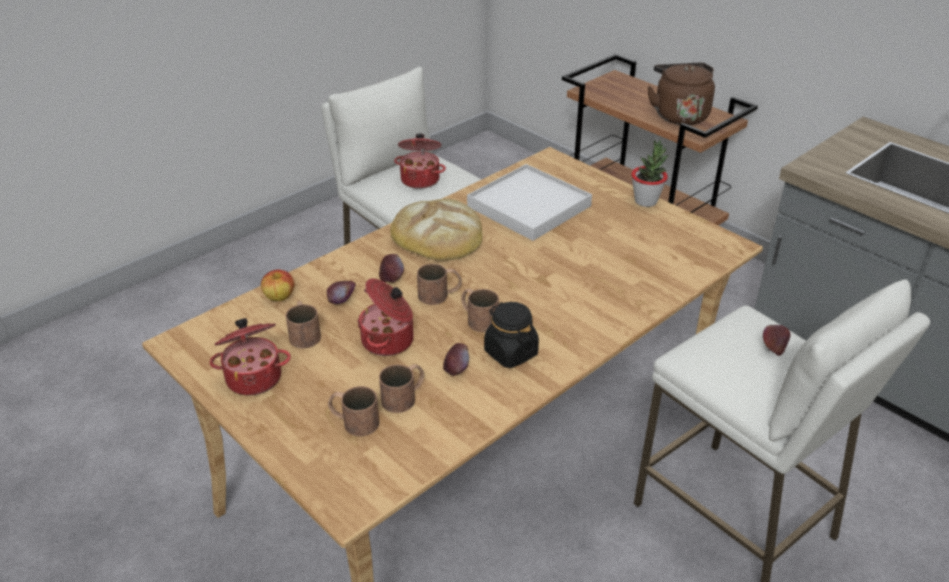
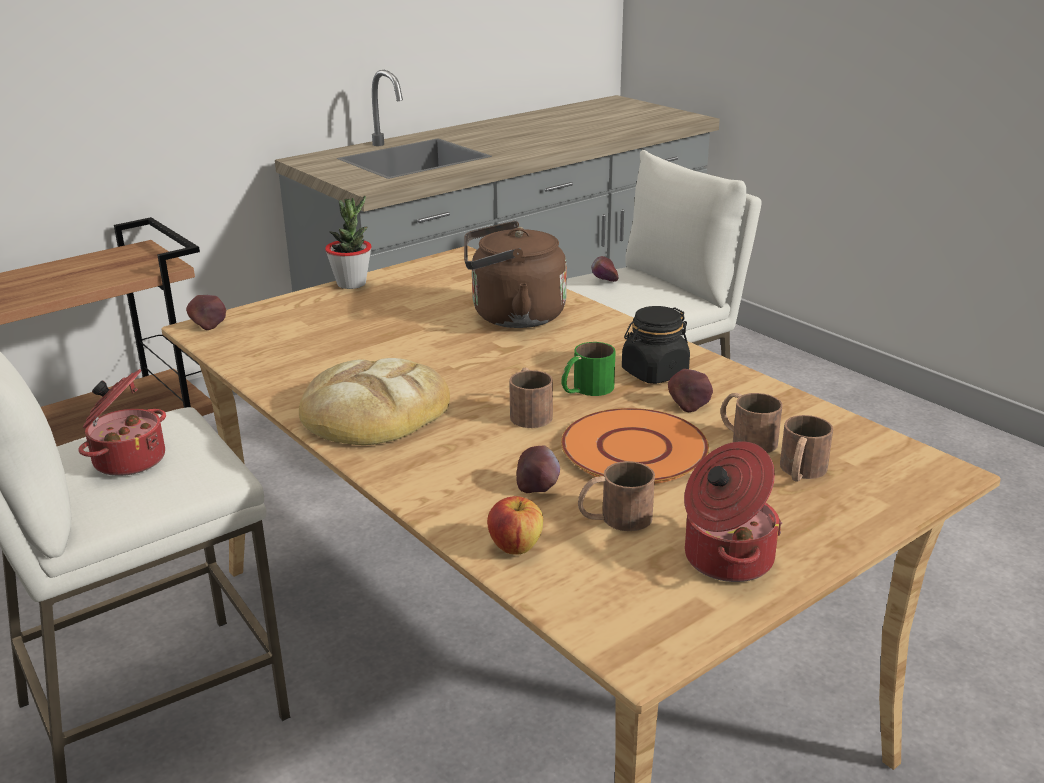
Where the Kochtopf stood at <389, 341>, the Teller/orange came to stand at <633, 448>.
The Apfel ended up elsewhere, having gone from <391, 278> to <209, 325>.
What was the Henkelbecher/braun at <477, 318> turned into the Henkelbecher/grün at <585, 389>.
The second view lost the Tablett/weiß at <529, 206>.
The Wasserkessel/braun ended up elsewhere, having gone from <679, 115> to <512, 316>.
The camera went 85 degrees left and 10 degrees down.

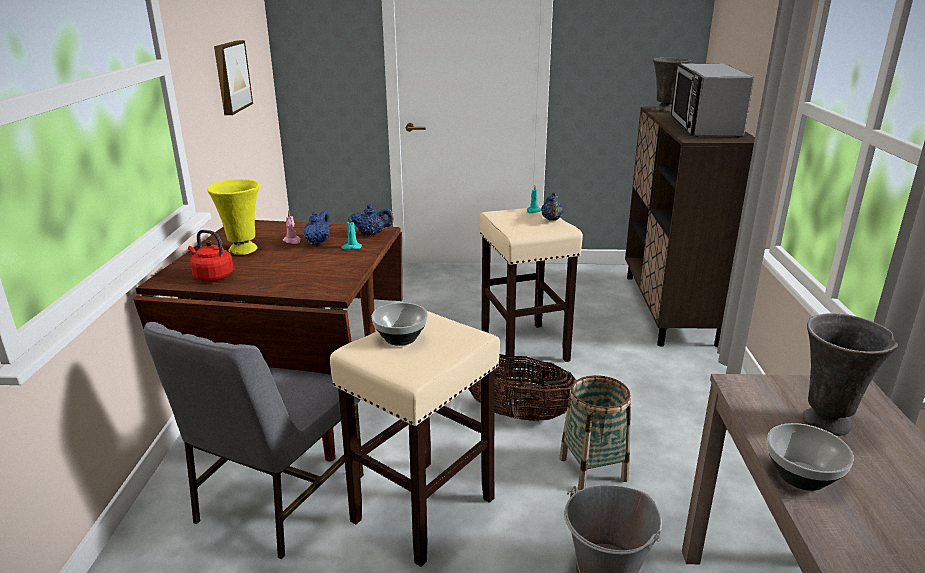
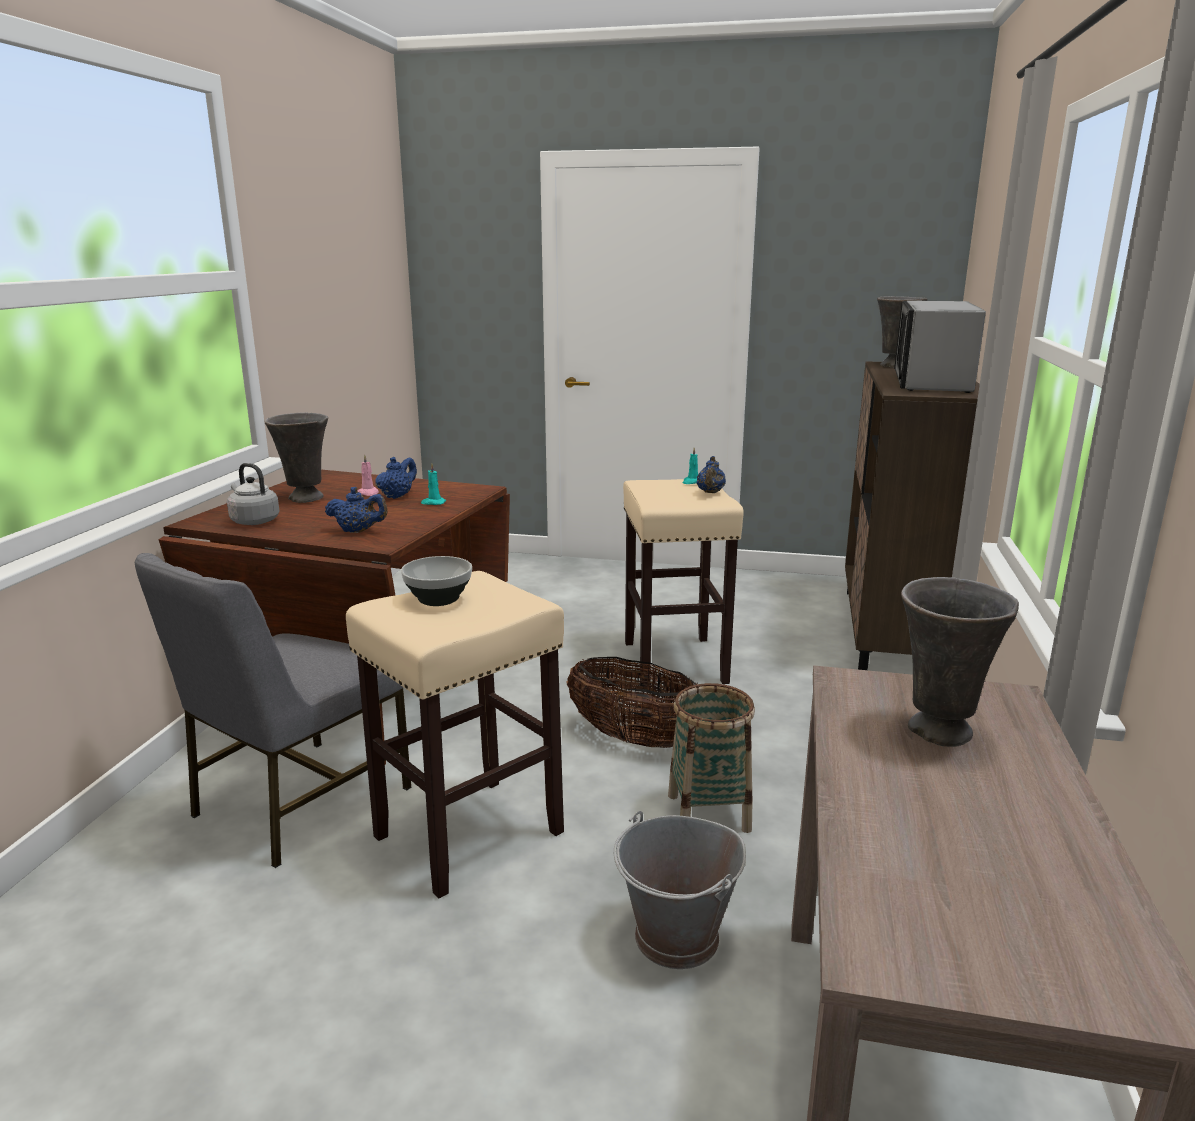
What was the Wasserkessel/rot at <212, 276> turned into the Wasserkessel/grau at <253, 521>.
What was the Vase/gelb at <243, 250> turned into the Vase/grau at <305, 499>.
The second view lost the Bild at <230, 76>.
The Teekanne/blau ended up elsewhere, having gone from <372, 234> to <358, 531>.
The second view lost the Schüssel at <800, 476>.
The camera went 10 degrees right and 5 degrees down.

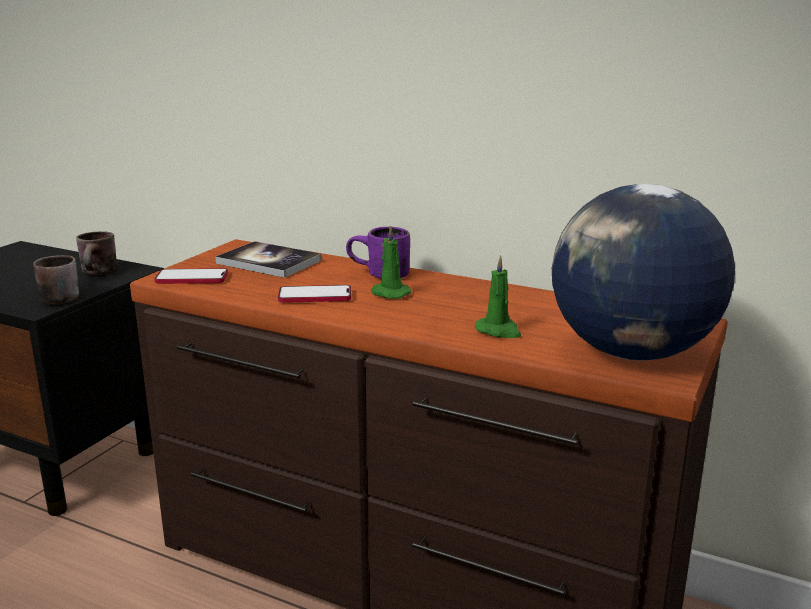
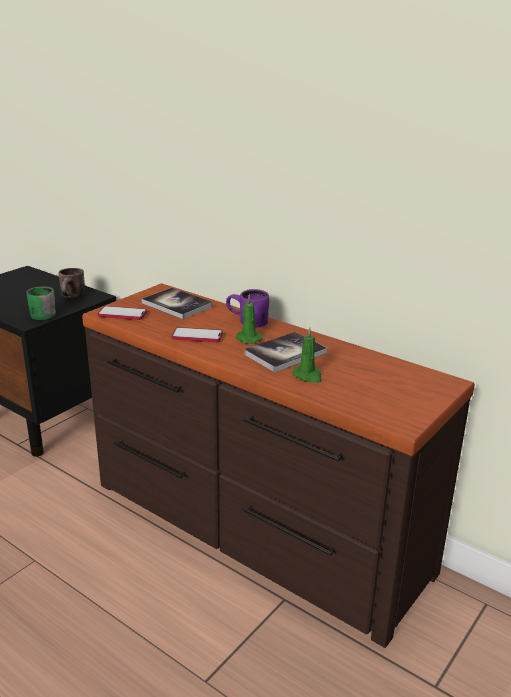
What was the Henkelbecher/braun at <58, 296> turned into the Henkelbecher/grün at <42, 313>.
The second view lost the Globus at <631, 353>.
The second view gained the Buch at <285, 353>.
The camera went 10 degrees right and 5 degrees up.

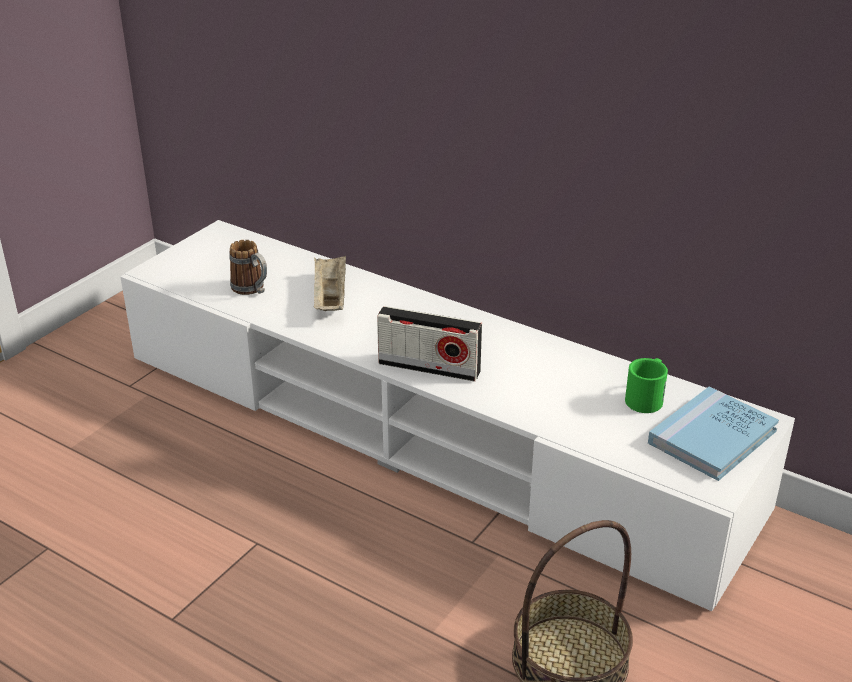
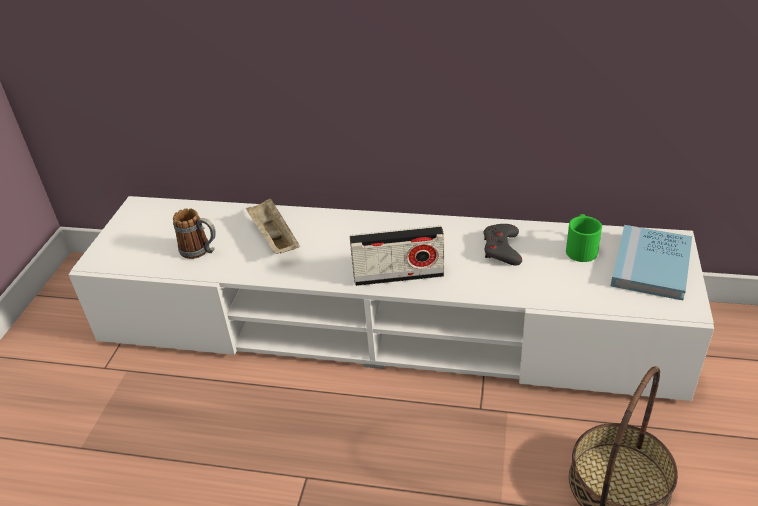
The second view gained the Gamepad/grau at <502, 249>.
The camera went 20 degrees left and 5 degrees up.

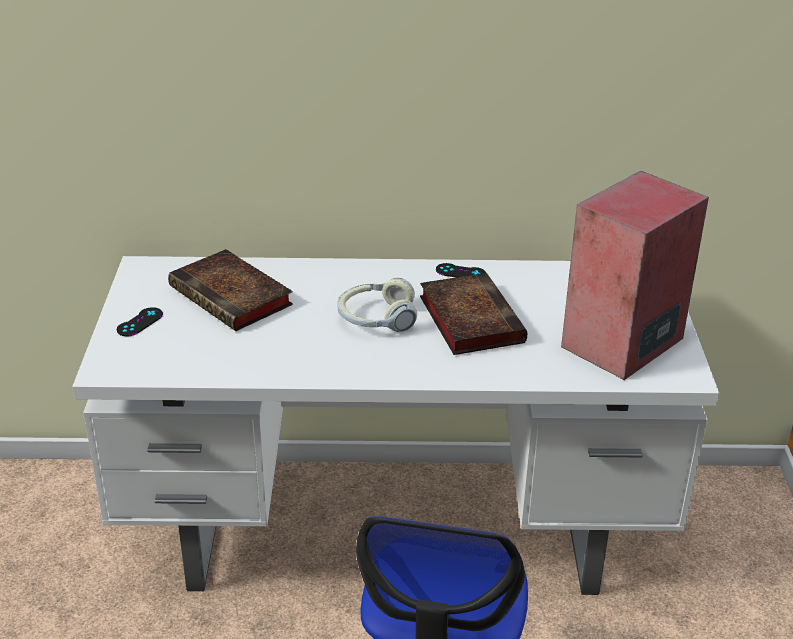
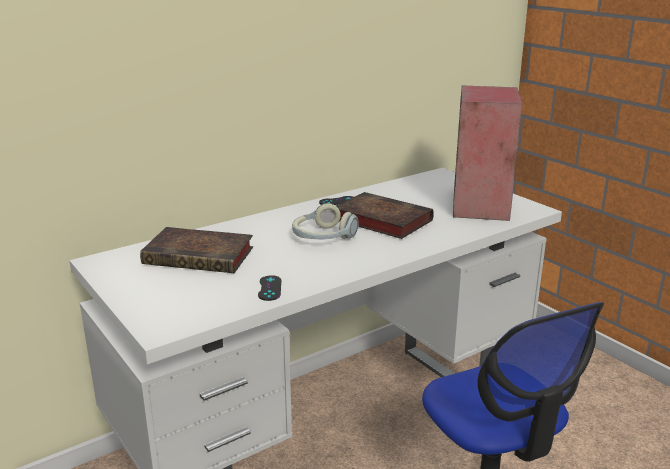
The Gamepad/schwarz ended up elsewhere, having gone from <140, 322> to <270, 288>.
The camera went 35 degrees left and 10 degrees down.

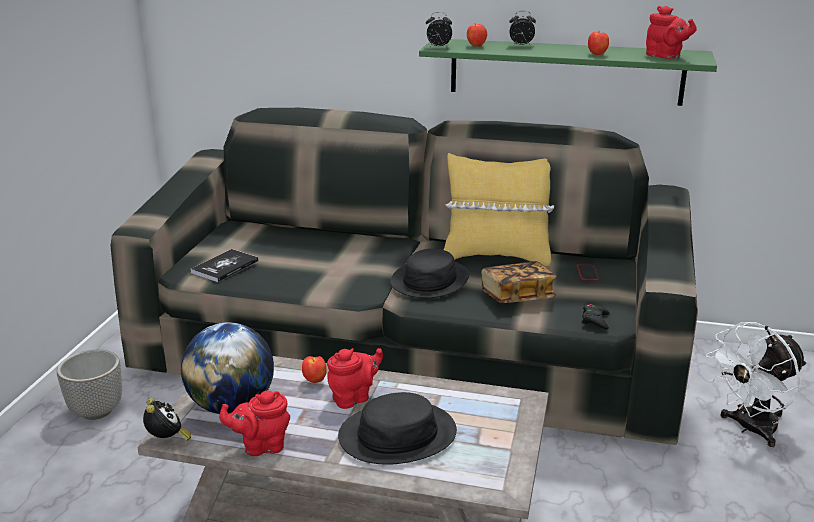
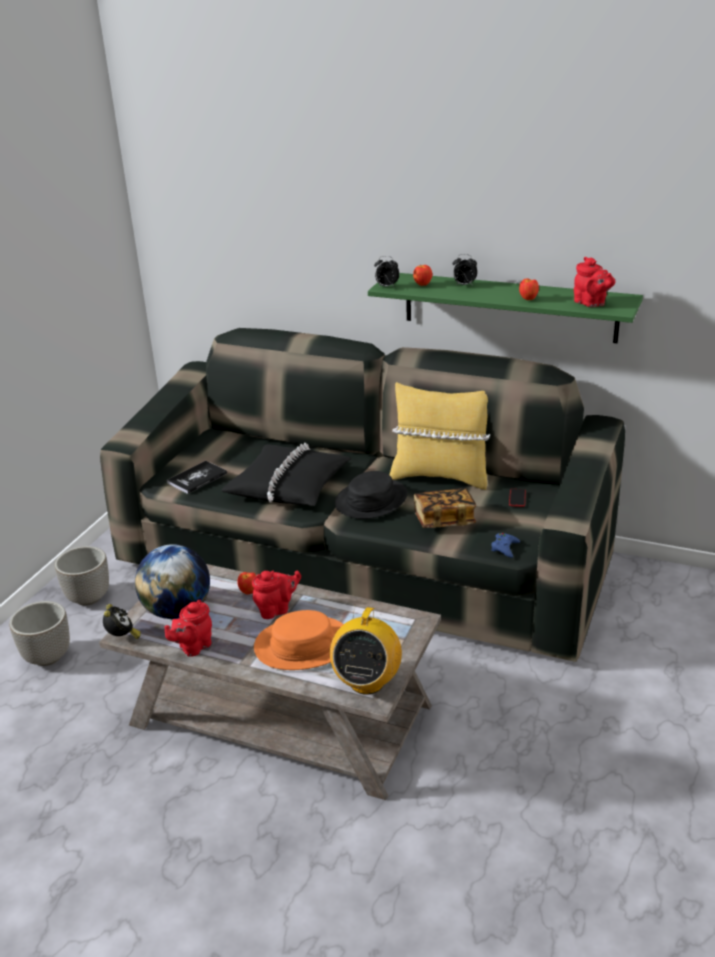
The Teekanne/rot at <261, 446> ended up facing another way, 45 degrees counterclockwise from before.
What was the Hut/schwarz at <397, 434> turned into the Hut/orange at <303, 644>.
What was the Gamepad/schwarz at <595, 320> turned into the Gamepad/blau at <505, 548>.
The second view lost the Ventilator/weiß at <749, 429>.
The second view gained the Pflanzkübel at <48, 657>.
The second view gained the Kissen/schwarz at <289, 485>.
The second view gained the Radio at <367, 682>.
The camera went 10 degrees right and 5 degrees up.

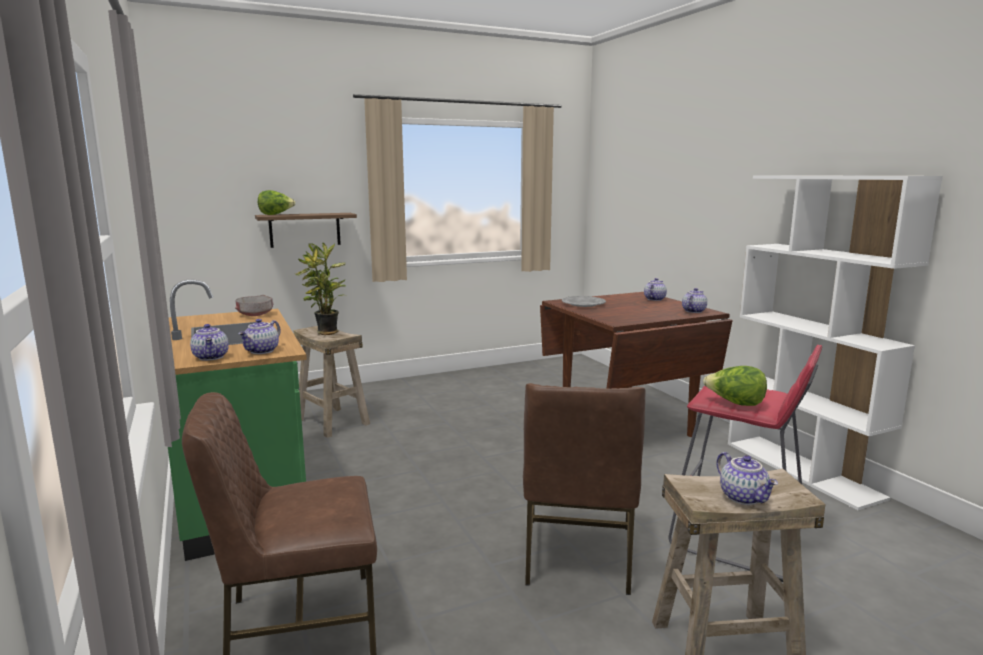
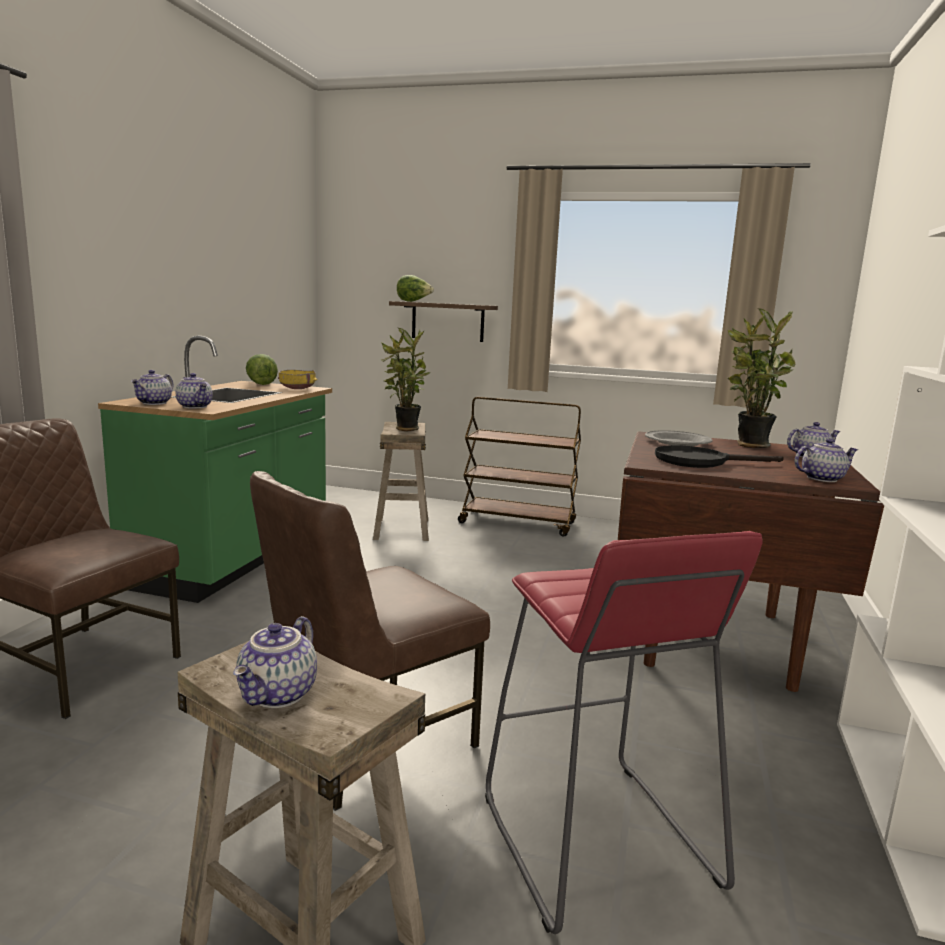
What was the Schüssel/grau at <255, 315> turned into the Schüssel/gelb at <297, 388>.
The Teekanne at <262, 351> ended up facing another way, 105 degrees counterclockwise from before.
The Salatkopf ended up elsewhere, having gone from <735, 403> to <261, 384>.
The second view gained the Rollwagen/braun at <518, 523>.
The second view gained the Pfanne/schwarz at <700, 461>.
The second view gained the Topfpflanze at <748, 445>.
The camera went 40 degrees right and 0 degrees up.

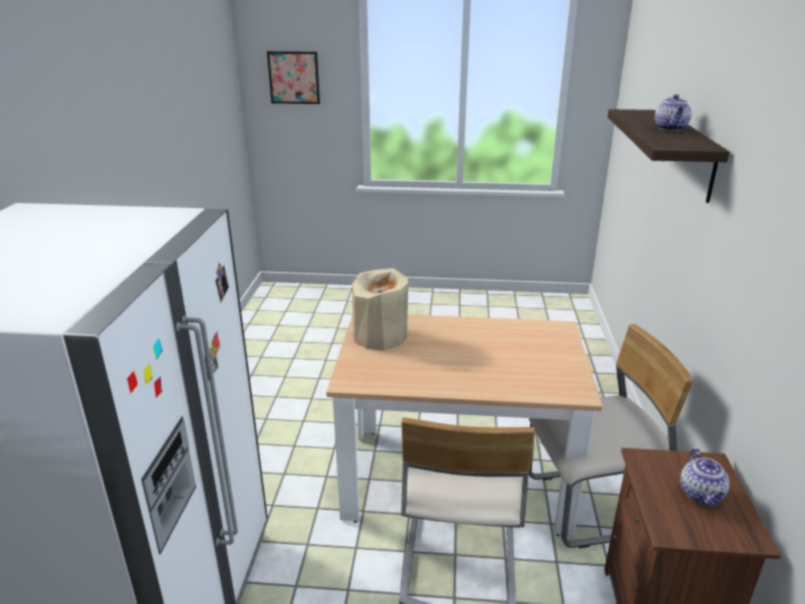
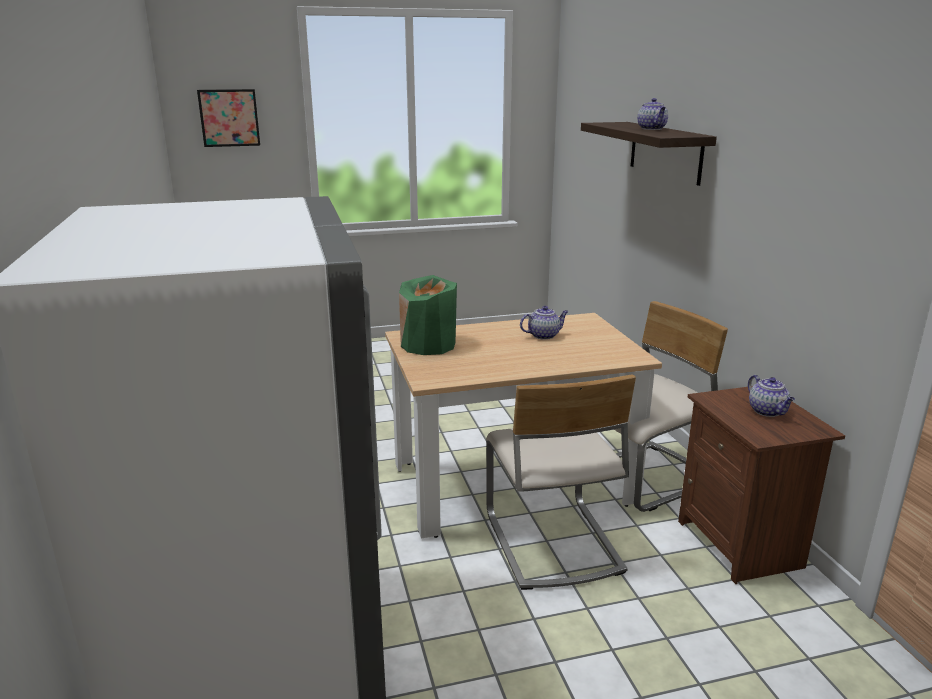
What was the Vase/beige at <380, 335> turned into the Vase/grün at <428, 344>.
The second view gained the Teekanne at <544, 335>.
The camera went 20 degrees left and 5 degrees down.

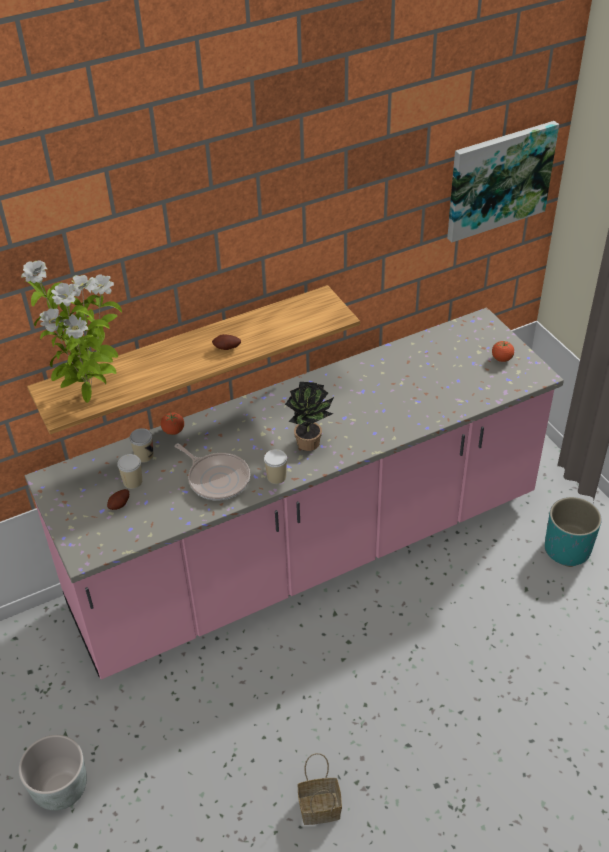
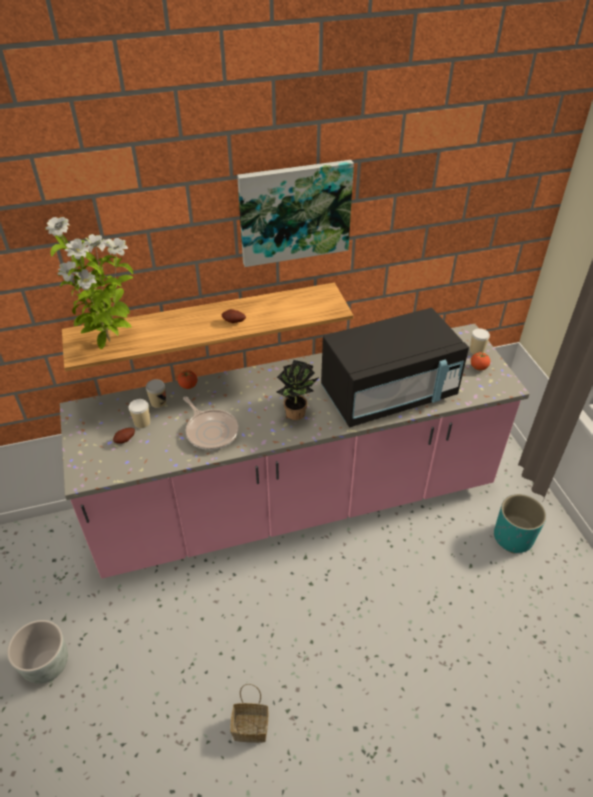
The Tasse ended up elsewhere, having gone from <276, 477> to <476, 350>.
The Bild ended up elsewhere, having gone from <499, 180> to <294, 212>.
The second view gained the Mikrowelle/schwarz at <388, 394>.
The camera went 10 degrees right and 0 degrees up.

